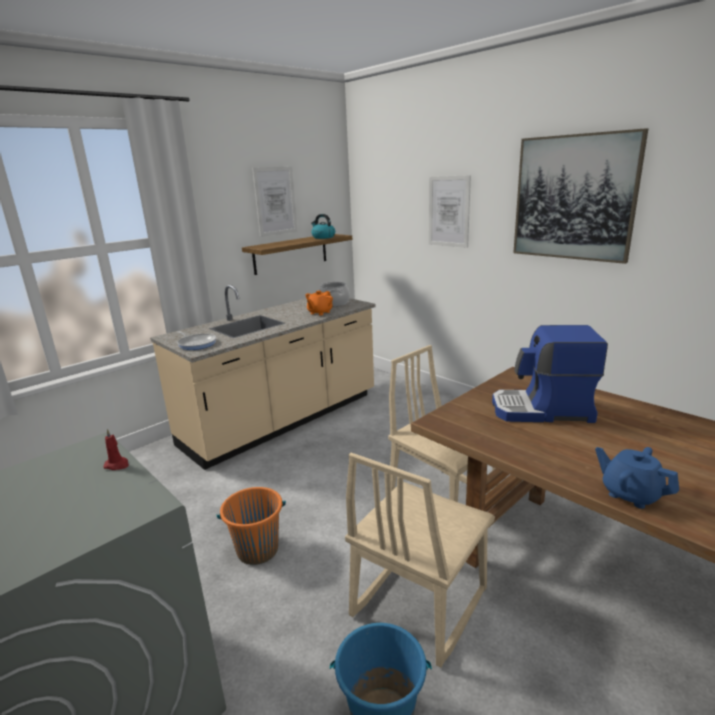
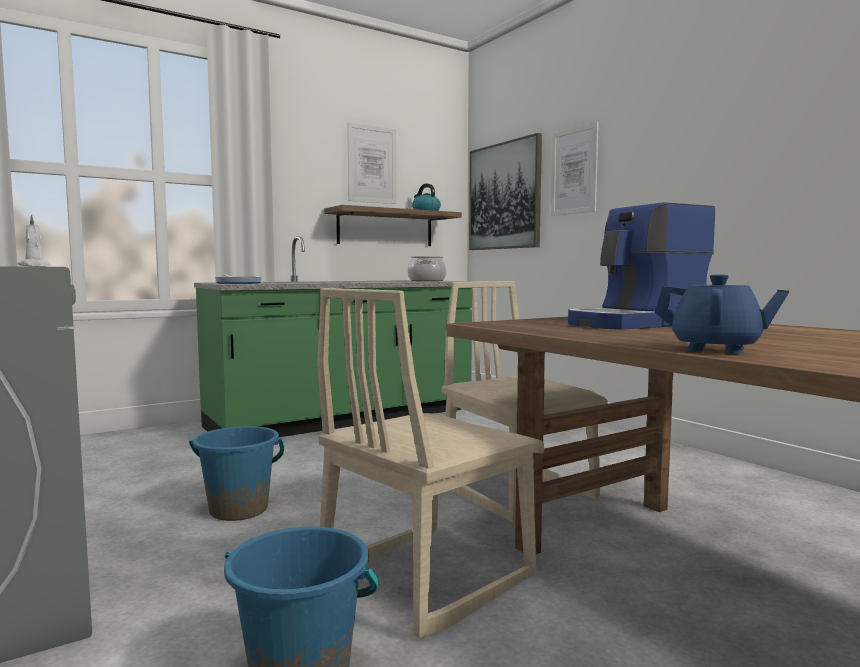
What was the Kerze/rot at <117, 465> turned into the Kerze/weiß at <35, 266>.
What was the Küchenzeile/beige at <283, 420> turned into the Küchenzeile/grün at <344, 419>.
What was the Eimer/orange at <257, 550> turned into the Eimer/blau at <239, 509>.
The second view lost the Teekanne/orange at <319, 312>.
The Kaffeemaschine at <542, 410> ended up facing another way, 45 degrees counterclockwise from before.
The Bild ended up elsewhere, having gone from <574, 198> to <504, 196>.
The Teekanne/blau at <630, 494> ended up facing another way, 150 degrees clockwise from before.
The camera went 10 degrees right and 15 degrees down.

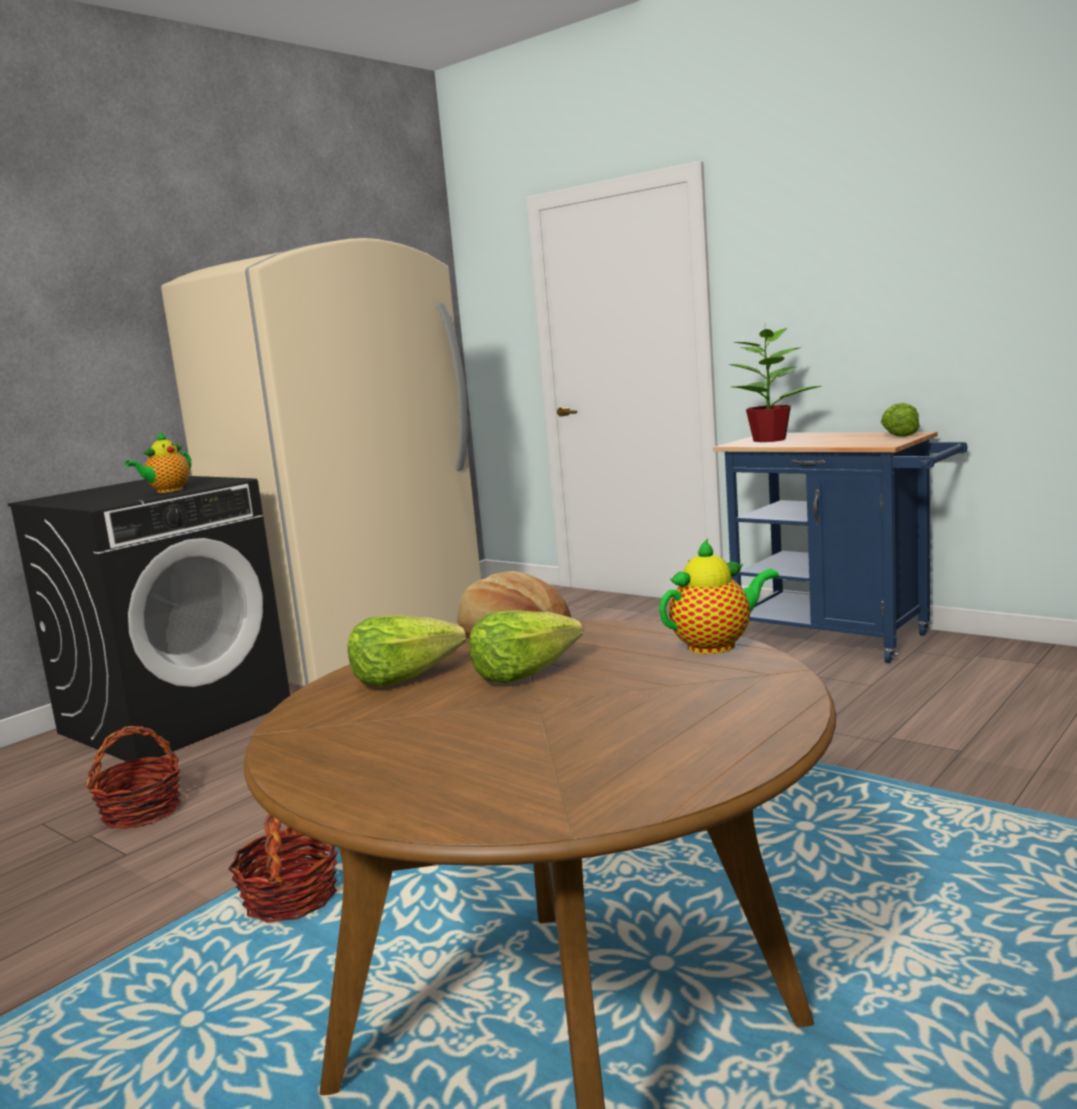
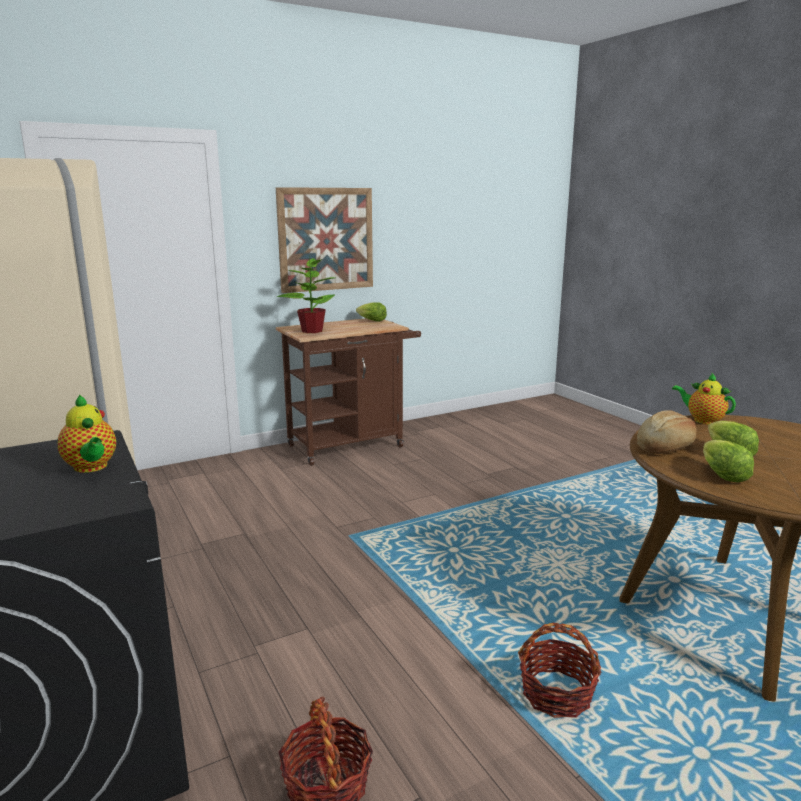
The Teekanne at <716, 645> ended up facing another way, 45 degrees counterclockwise from before.
What was the Rollwagen/blau at <842, 639> turned into the Rollwagen/braun at <352, 444>.
The second view gained the Bild at <326, 239>.
The camera went 70 degrees left and 5 degrees up.

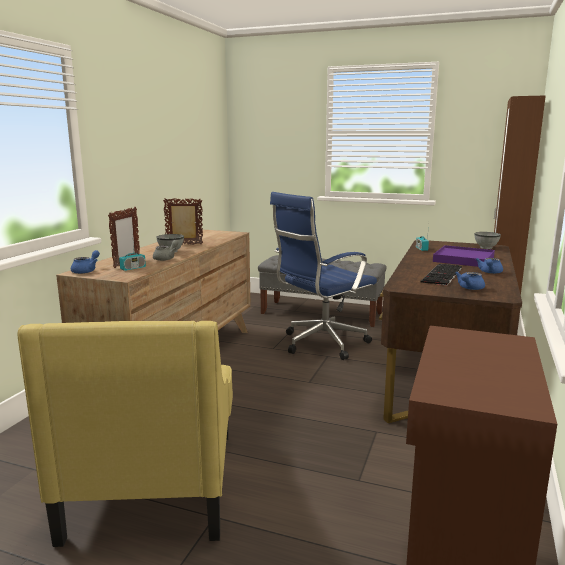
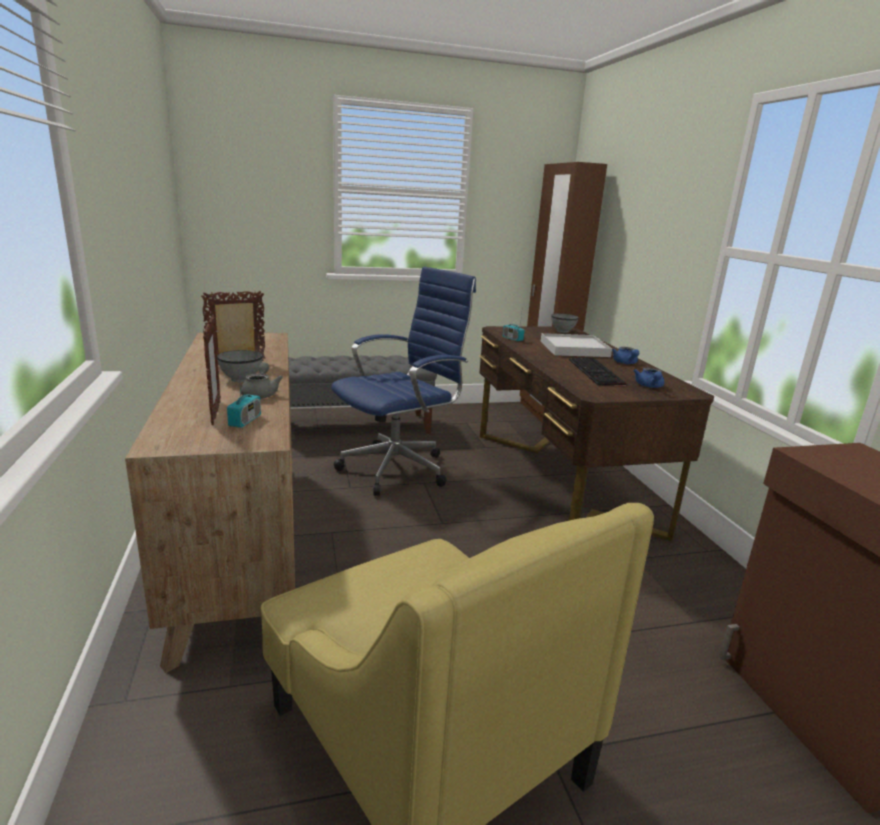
The second view lost the Teekanne/blau at <86, 271>.
The Bürostuhl/blau at <321, 344> ended up facing another way, 150 degrees counterclockwise from before.
What was the Tablett/lila at <463, 259> turned into the Tablett/weiß at <574, 349>.
The camera went 35 degrees left and 5 degrees up.

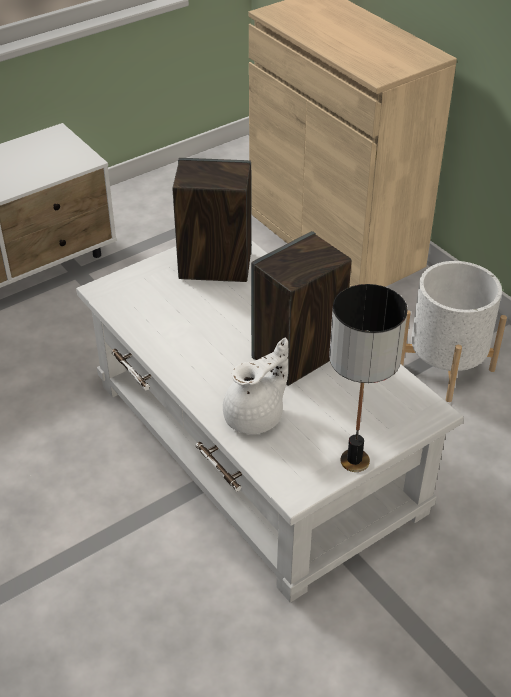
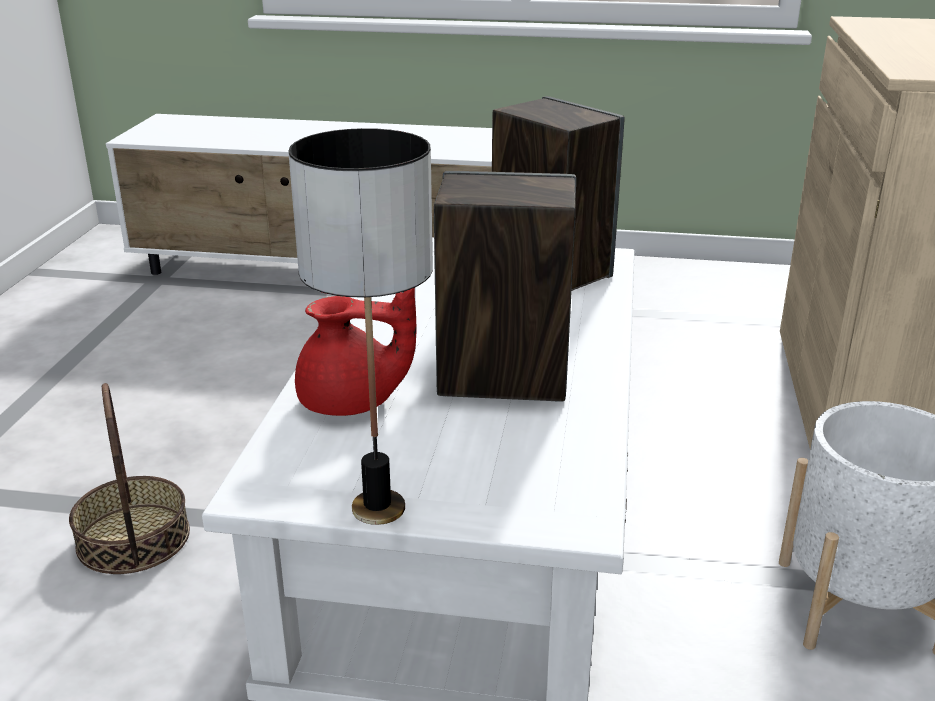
What was the Teekanne/weiß at <256, 416> turned into the Teekanne/rot at <351, 403>.
The second view gained the Korb at <134, 538>.
The camera went 45 degrees right and 15 degrees down.

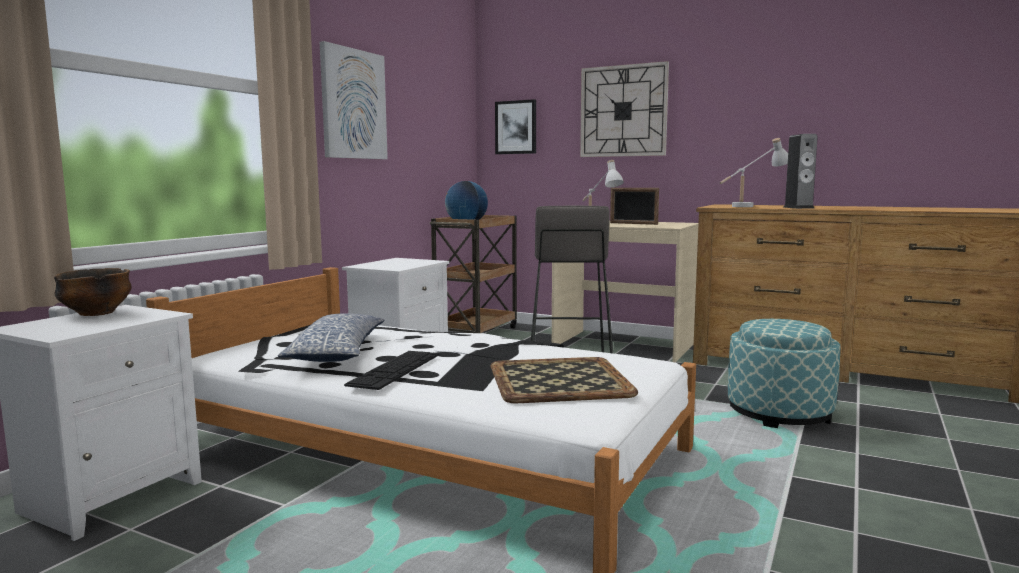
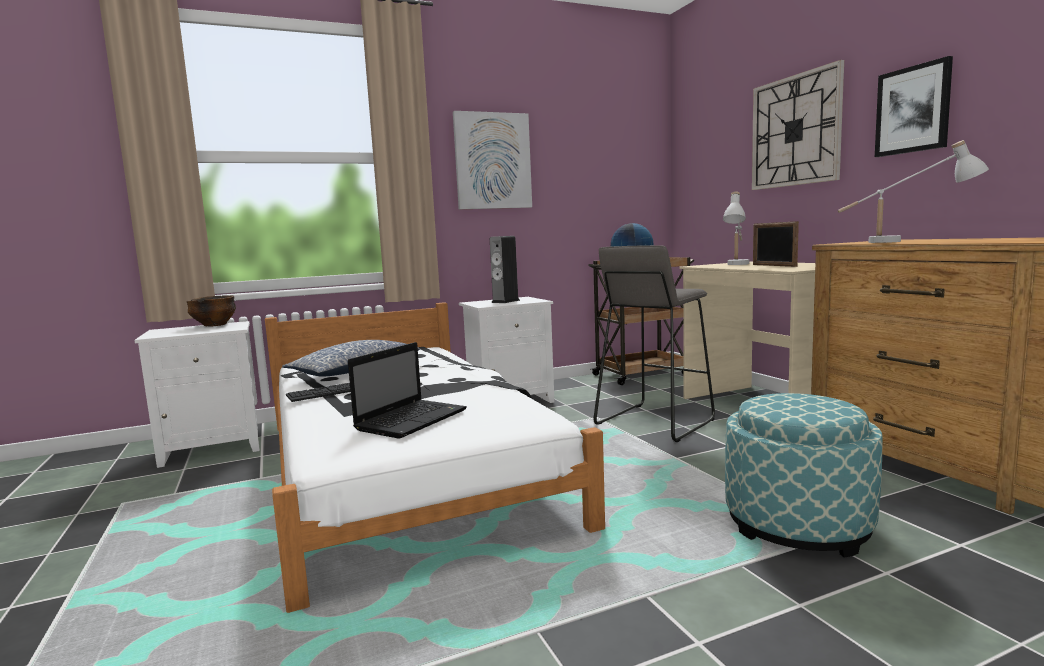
Where the Tablett stood at <557, 380>, the Laptop came to stand at <413, 419>.
The Bild ended up elsewhere, having gone from <516, 127> to <913, 110>.
The Lautsprecher ended up elsewhere, having gone from <798, 207> to <505, 301>.
The camera went 40 degrees right and 0 degrees up.

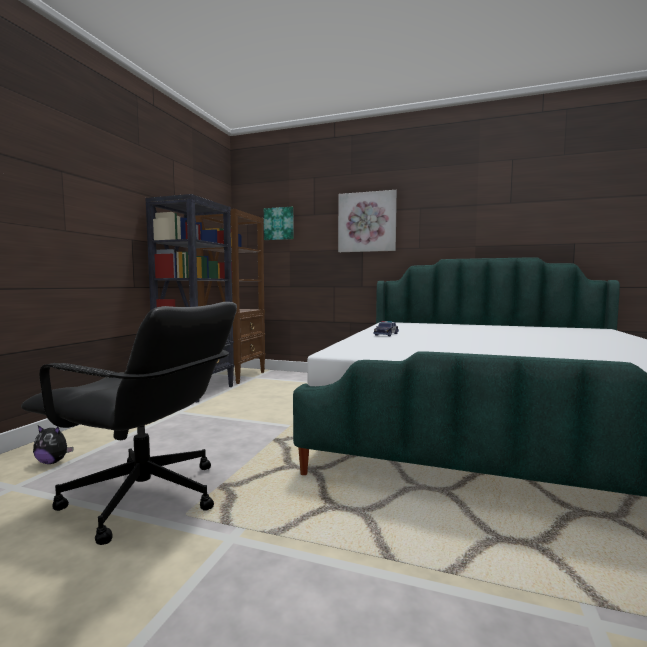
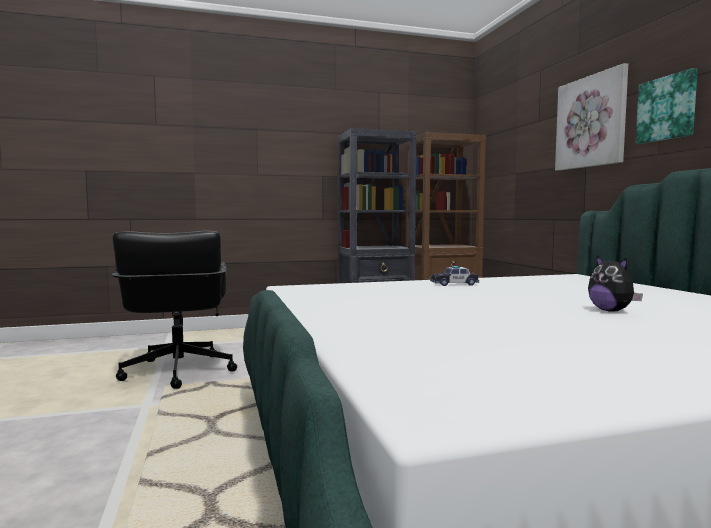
The Plüschtier ended up elsewhere, having gone from <53, 462> to <611, 311>.
The Bild ended up elsewhere, having gone from <279, 223> to <667, 108>.
The camera went 55 degrees right and 0 degrees up.

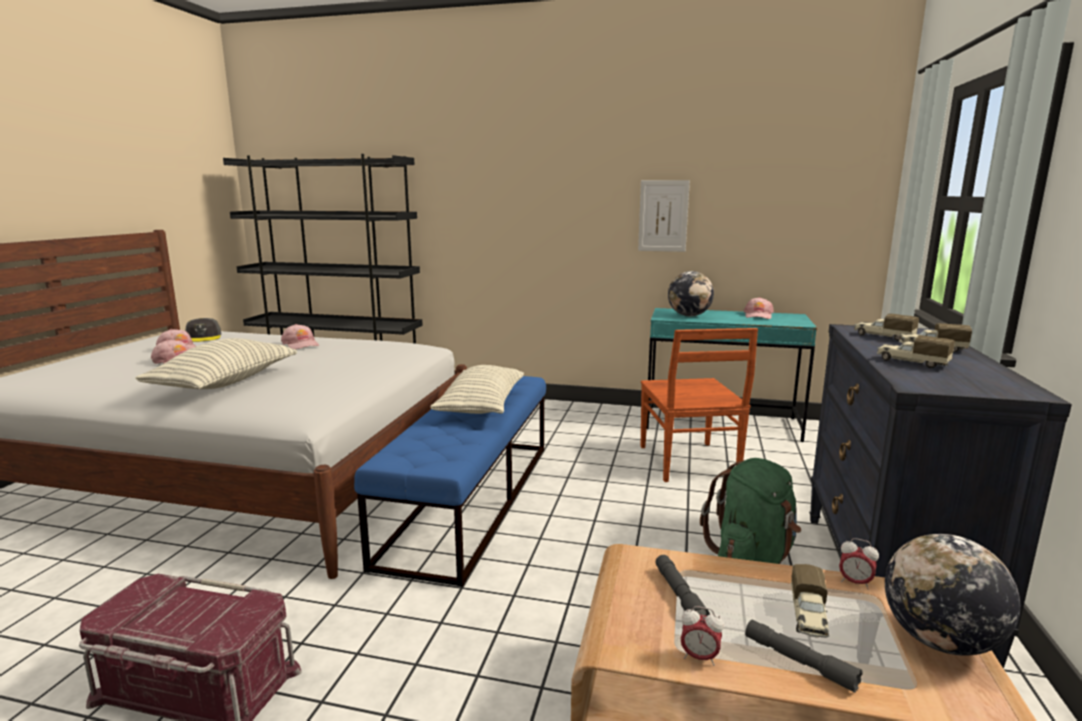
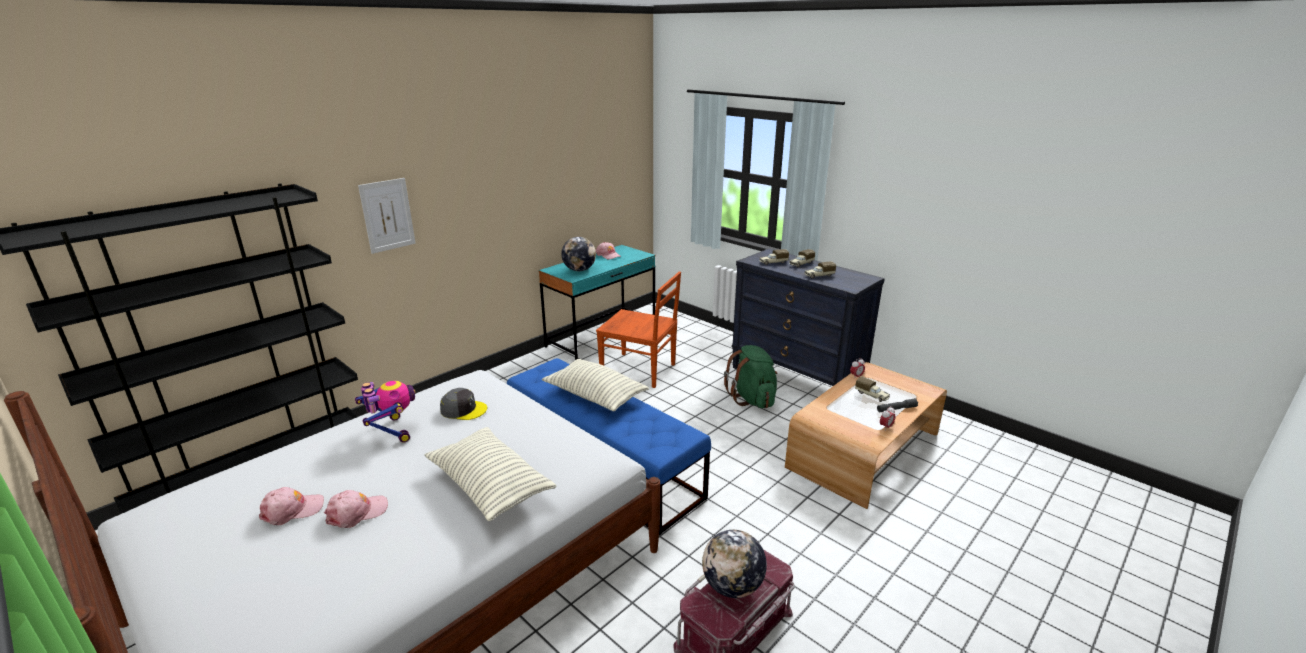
The Kappe/grau ended up elsewhere, having gone from <203, 337> to <463, 409>.
Where the Kappe/rosa stood at <301, 344>, the Spielzeugroboter came to stand at <392, 431>.
The Bild ended up elsewhere, having gone from <663, 216> to <387, 215>.
The second view lost the Taschenlampe/grau at <679, 595>.
The Globus ended up elsewhere, having gone from <939, 641> to <732, 586>.
The camera went 60 degrees left and 10 degrees up.

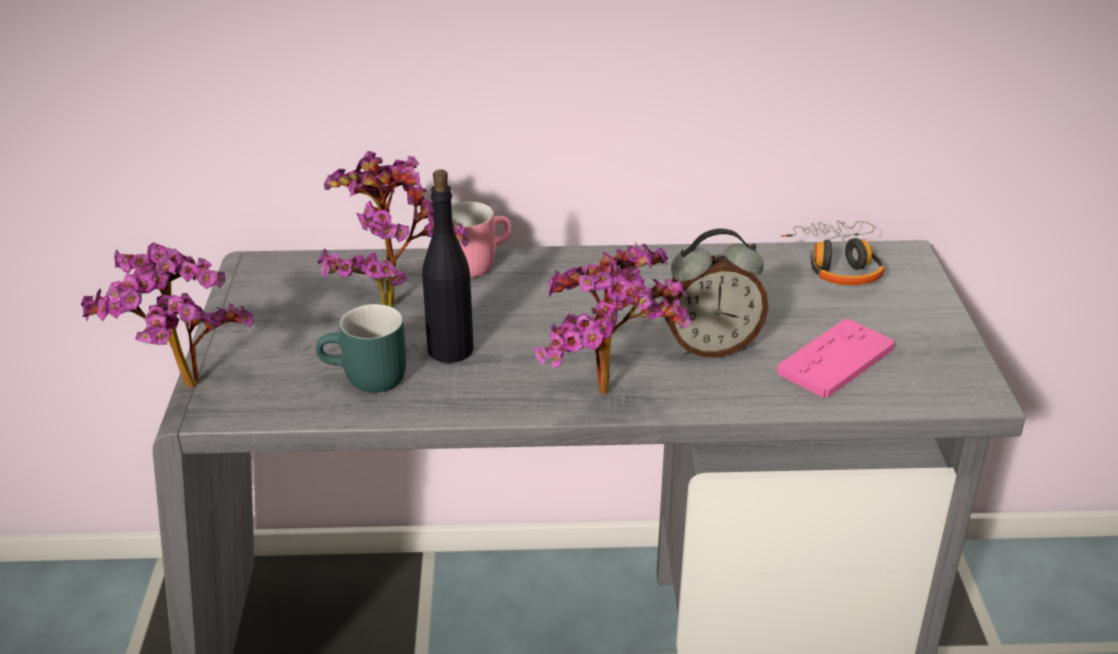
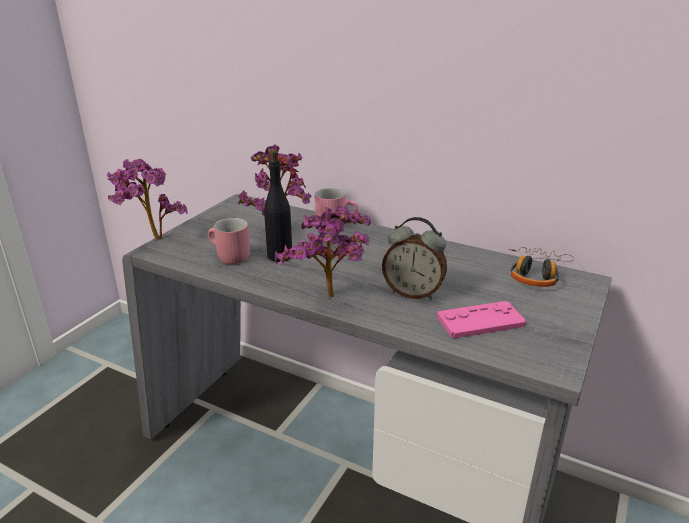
What was the Henkelbecher/türkis at <365, 380> turned into the Henkelbecher/rosa at <228, 257>.
The camera went 30 degrees right and 5 degrees down.

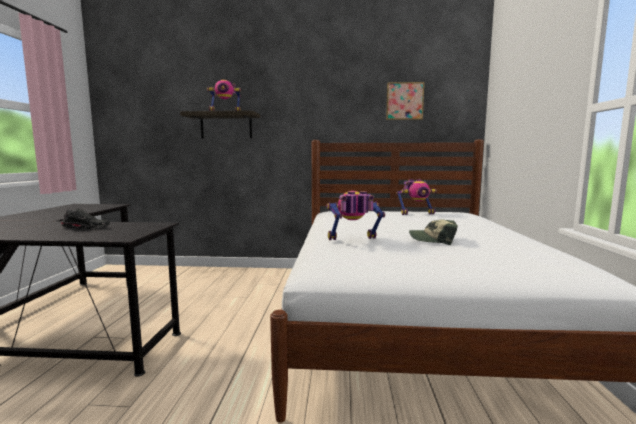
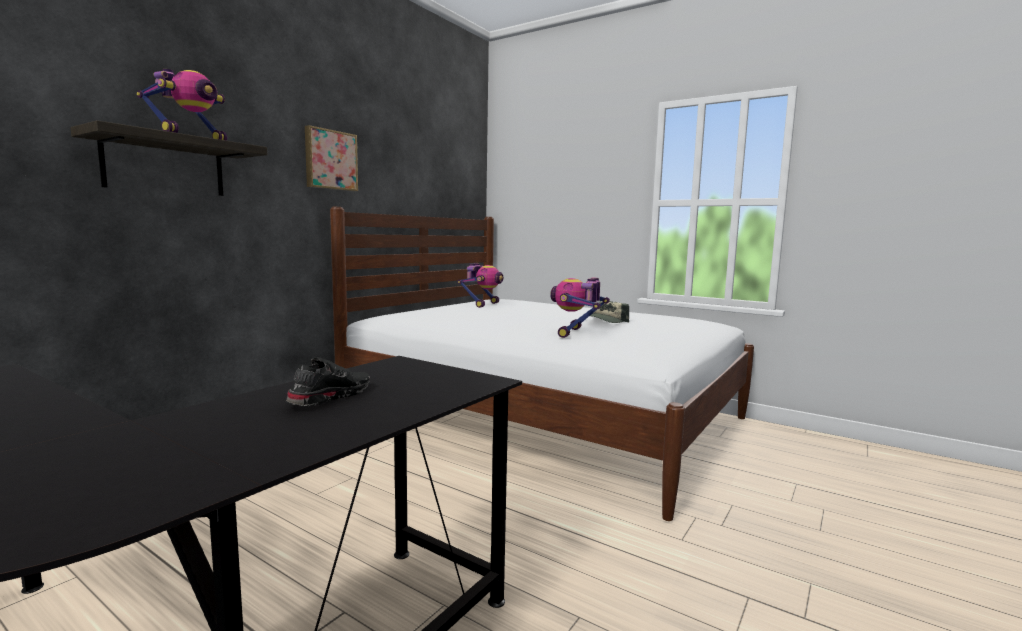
The Bild ended up elsewhere, having gone from <404, 101> to <330, 160>.
The camera went 60 degrees left and 0 degrees up.

